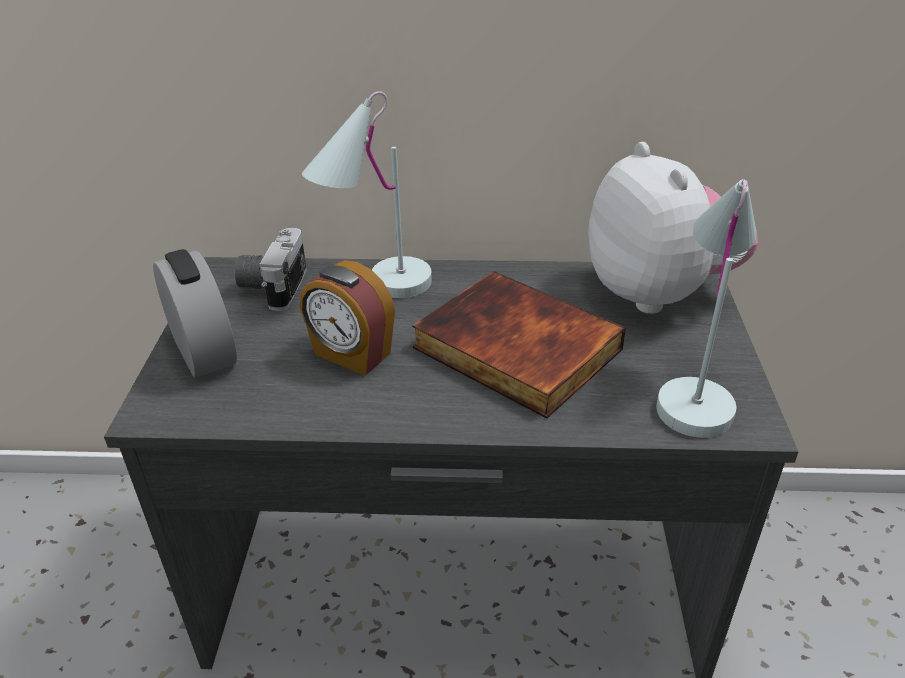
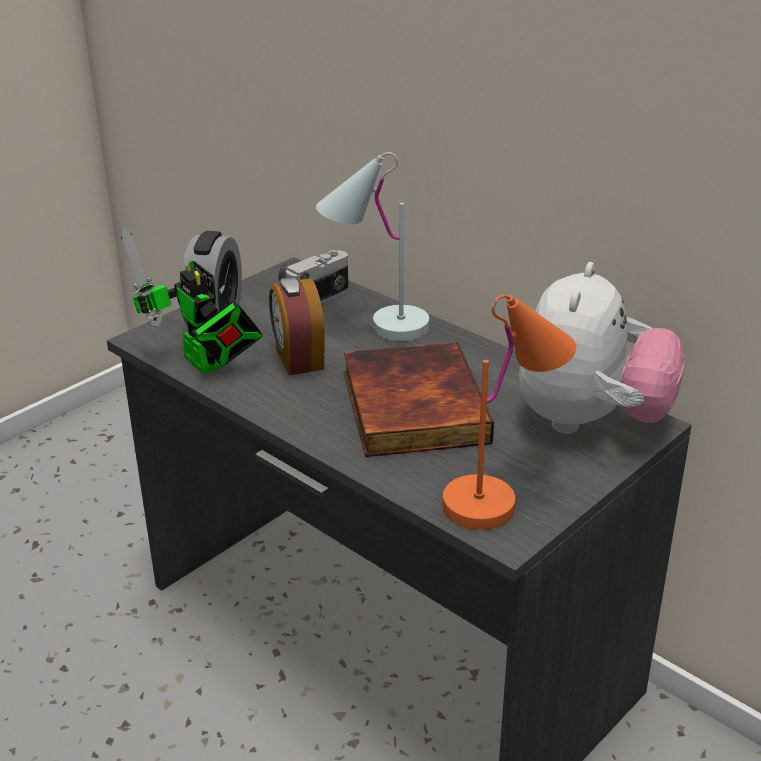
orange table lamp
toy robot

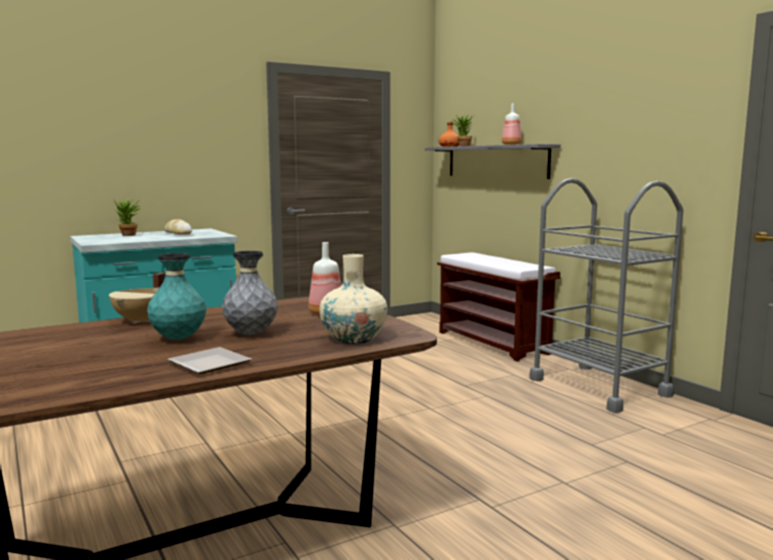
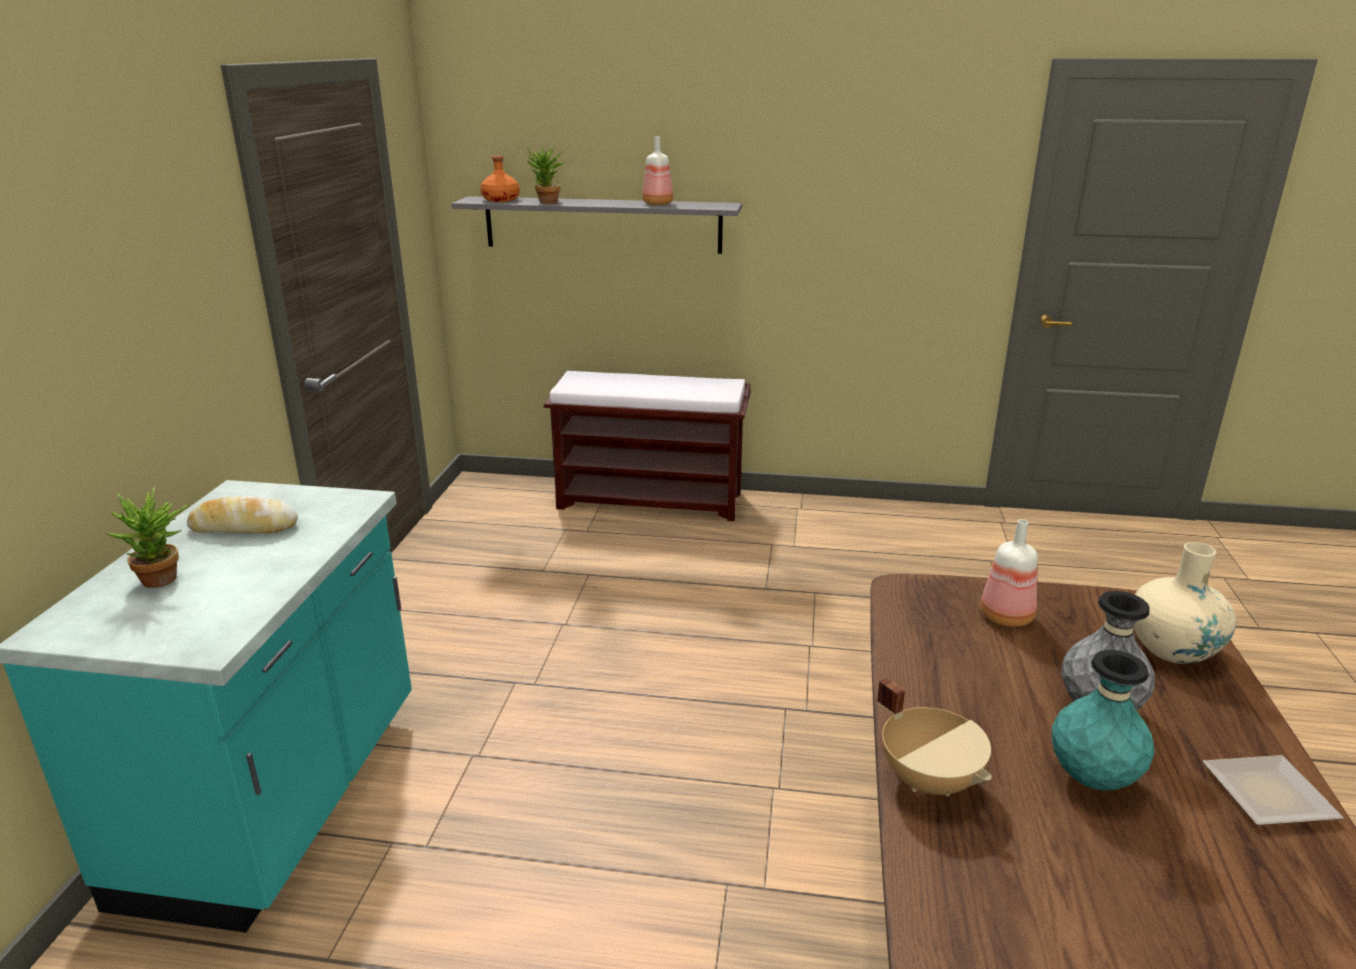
grey cart

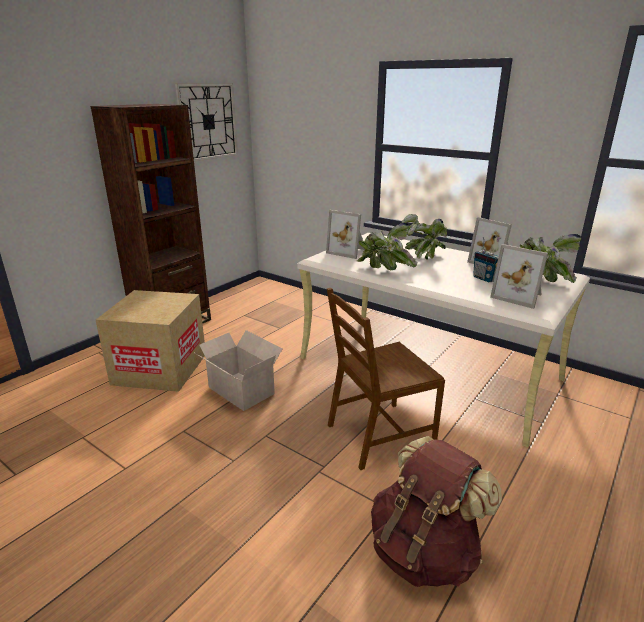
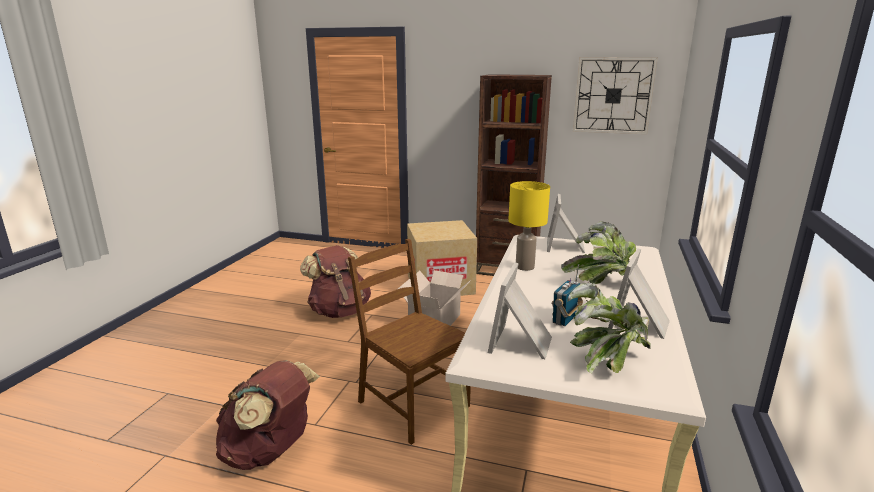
yellow table lamp
brown backpack (no. 2 from left)

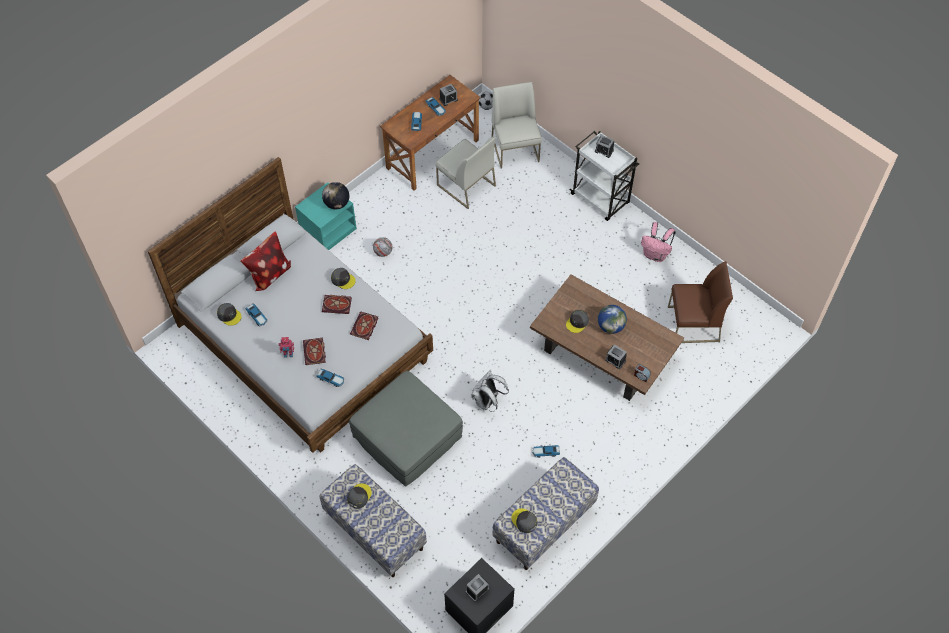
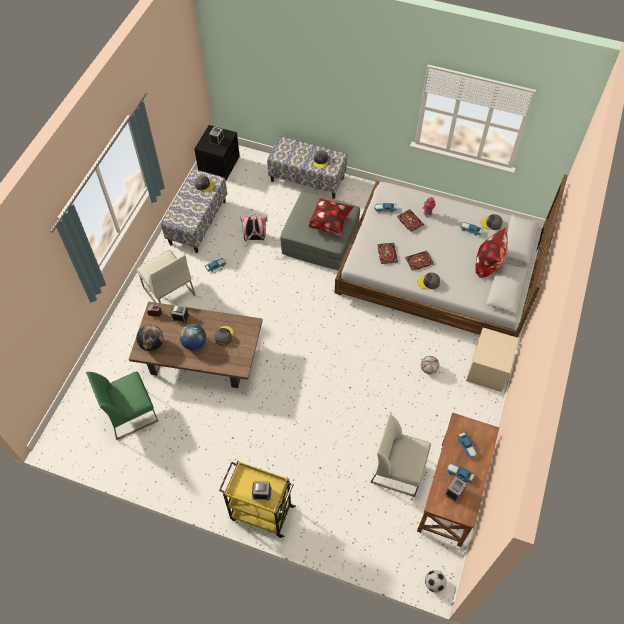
beige nightstand
globe (no. 1 from left)
white backpack
white chair (no. 1 from left)
yellow cart
pink backpack
green chair
pillow (no. 1 from left)

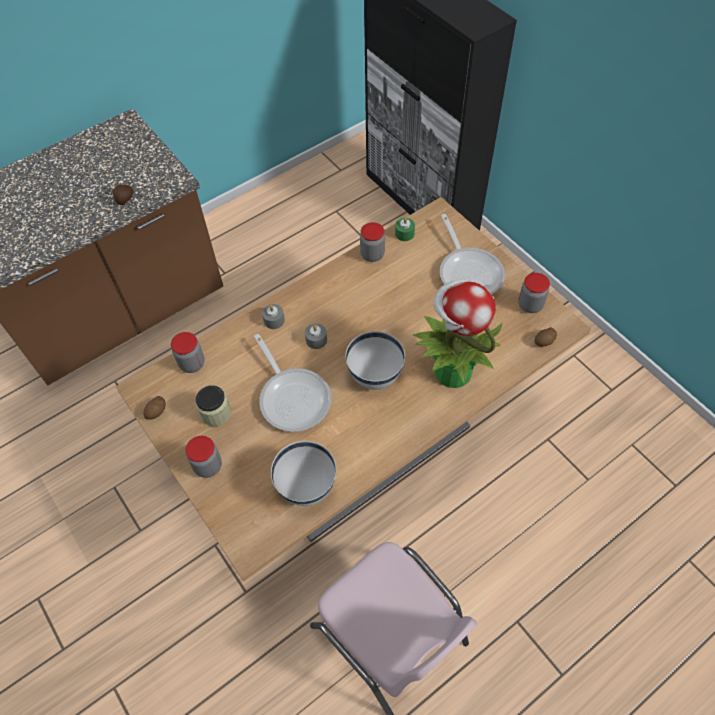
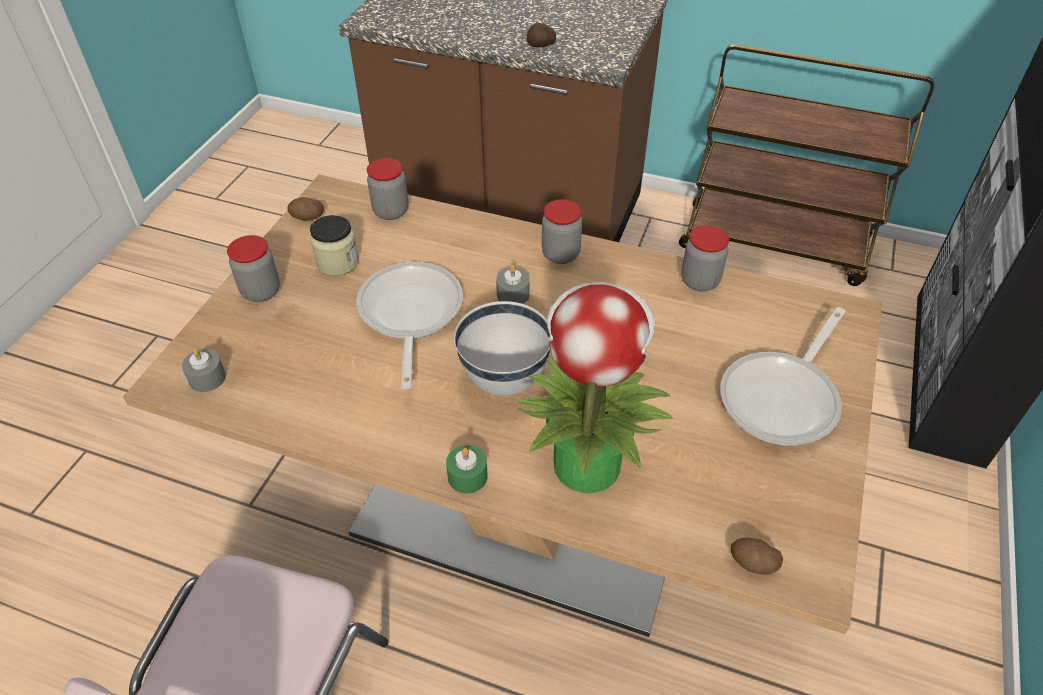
frying pan (no. 1 from left)
grey candle (no. 1 from left)
white bowl (no. 1 from left in the first image)
green candle
jar (no. 4 from left)
brown cart

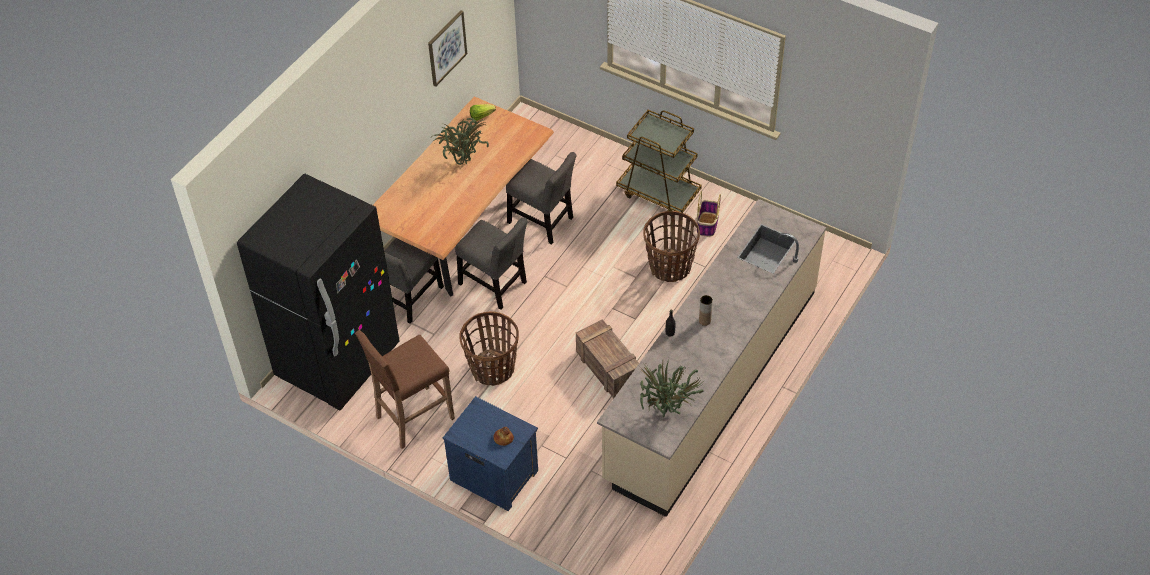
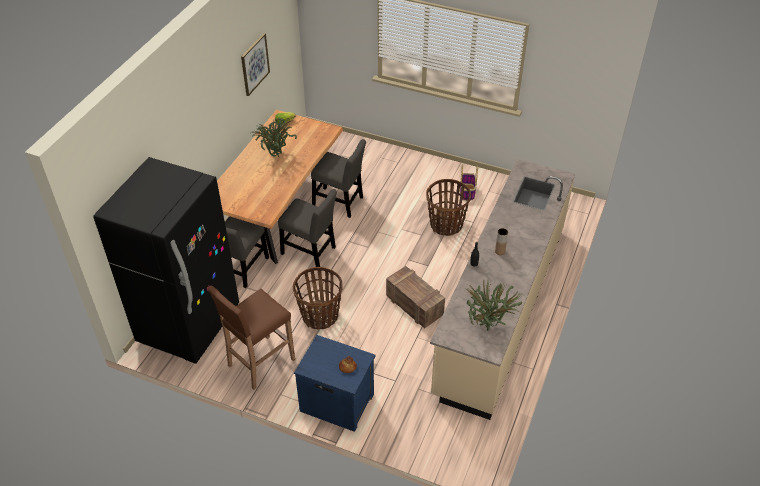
brown cart

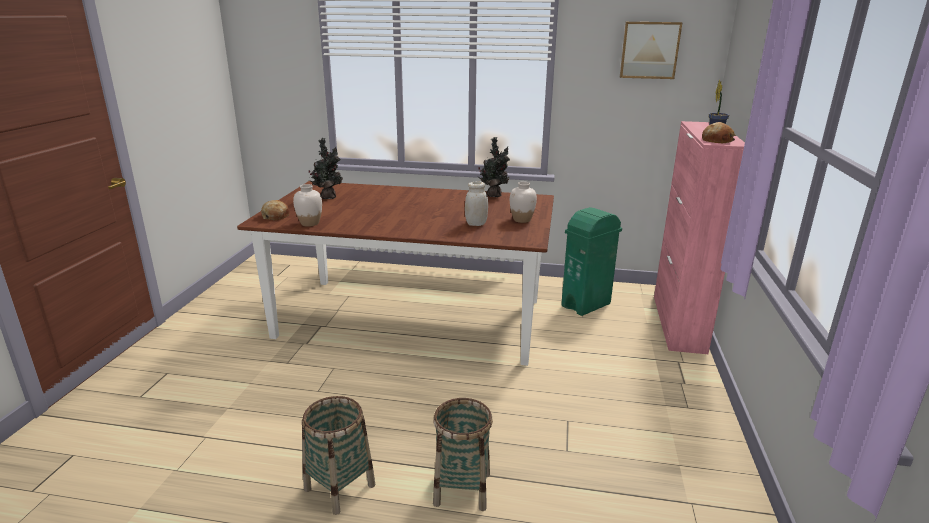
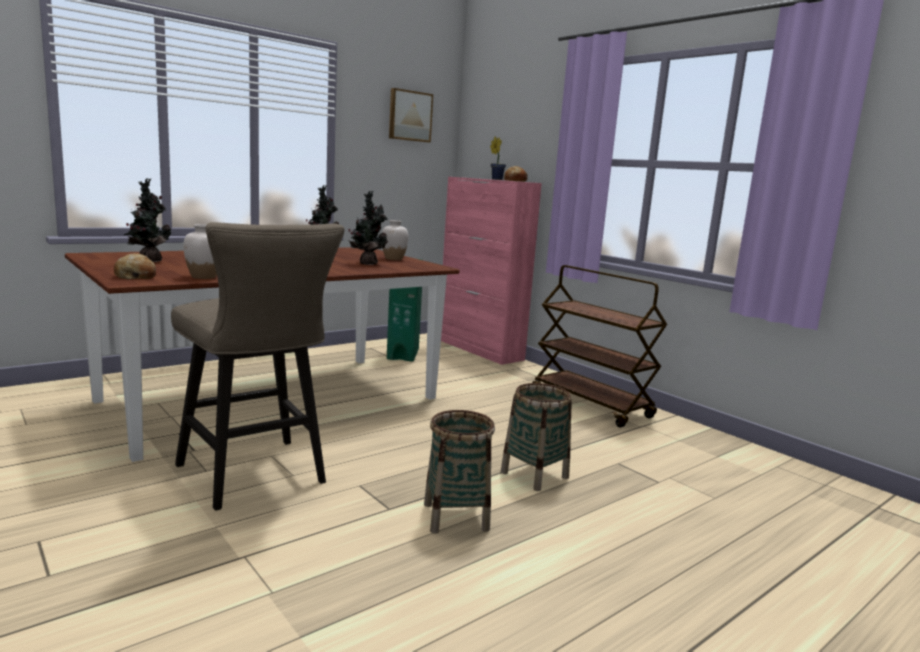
potted plant (no. 3 from left)
beige stool
brown cart

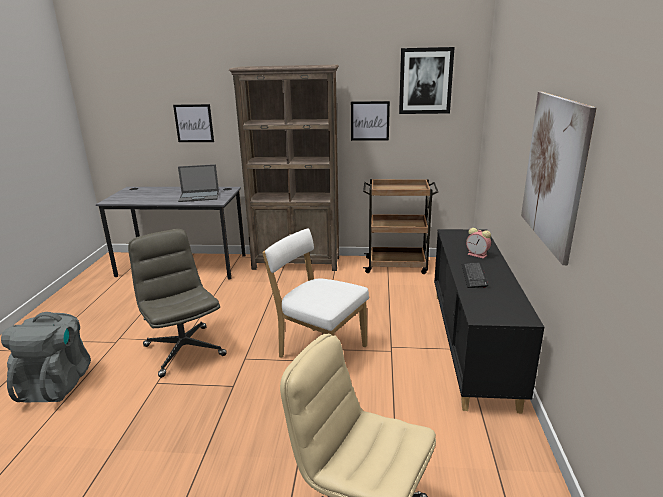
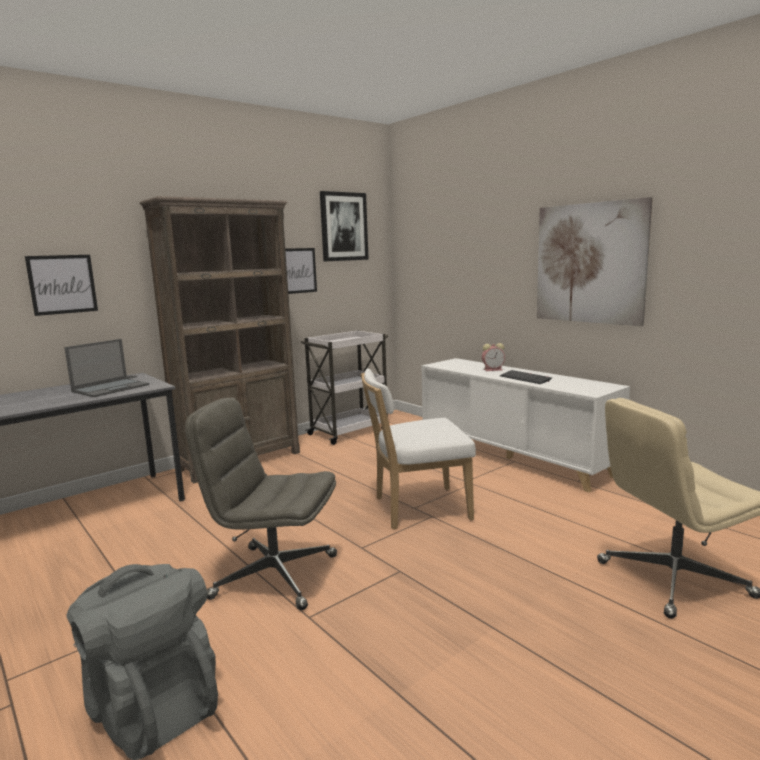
white cart
white cabinet

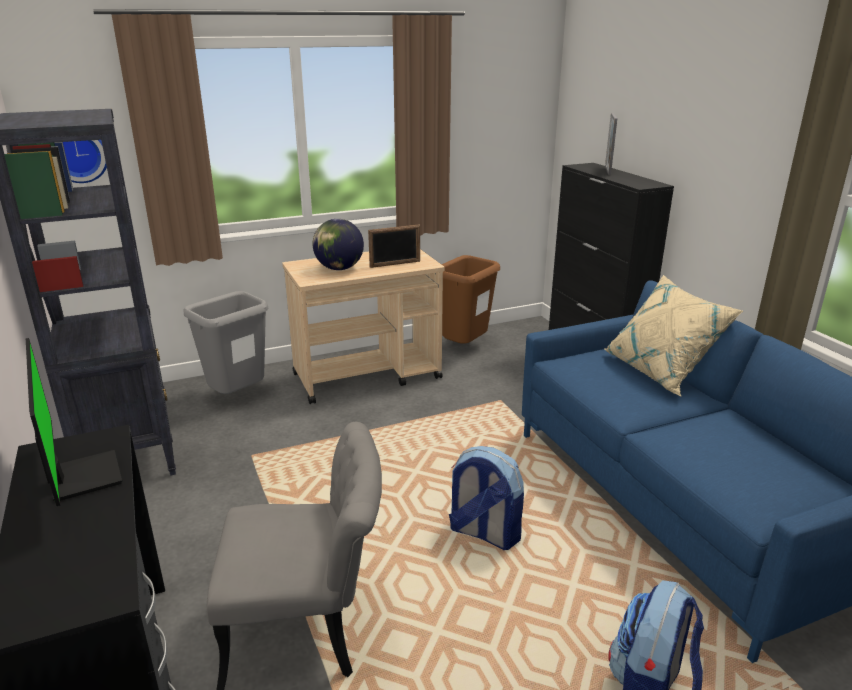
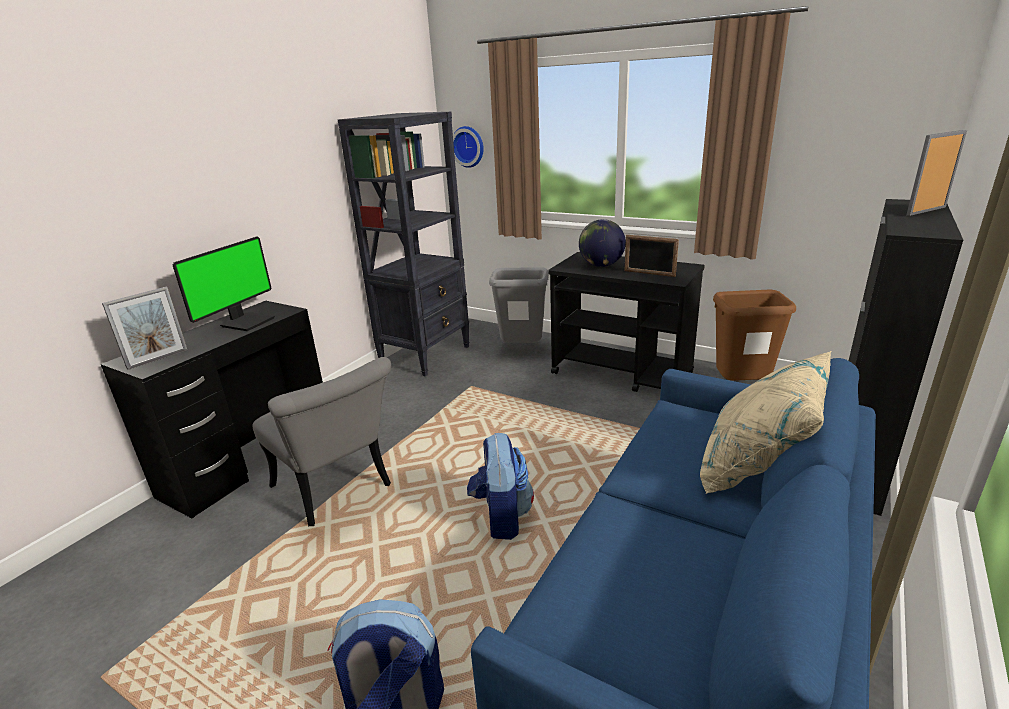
black cart
picture frame (no. 1 from left)

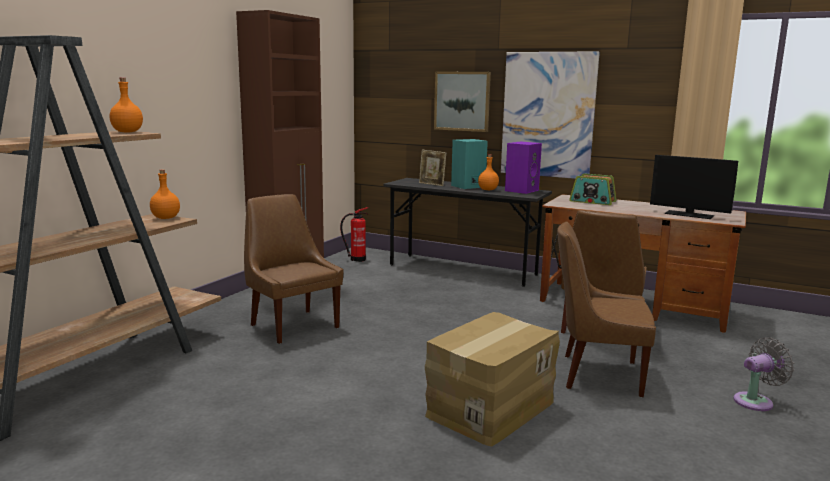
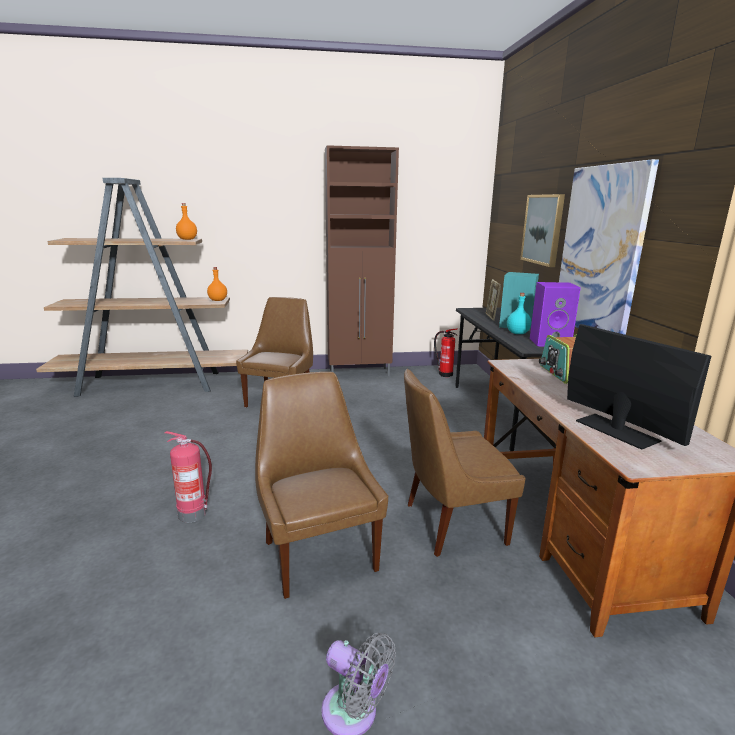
fire extinguisher (no. 1 from left)
turquoise bottle
monitor

